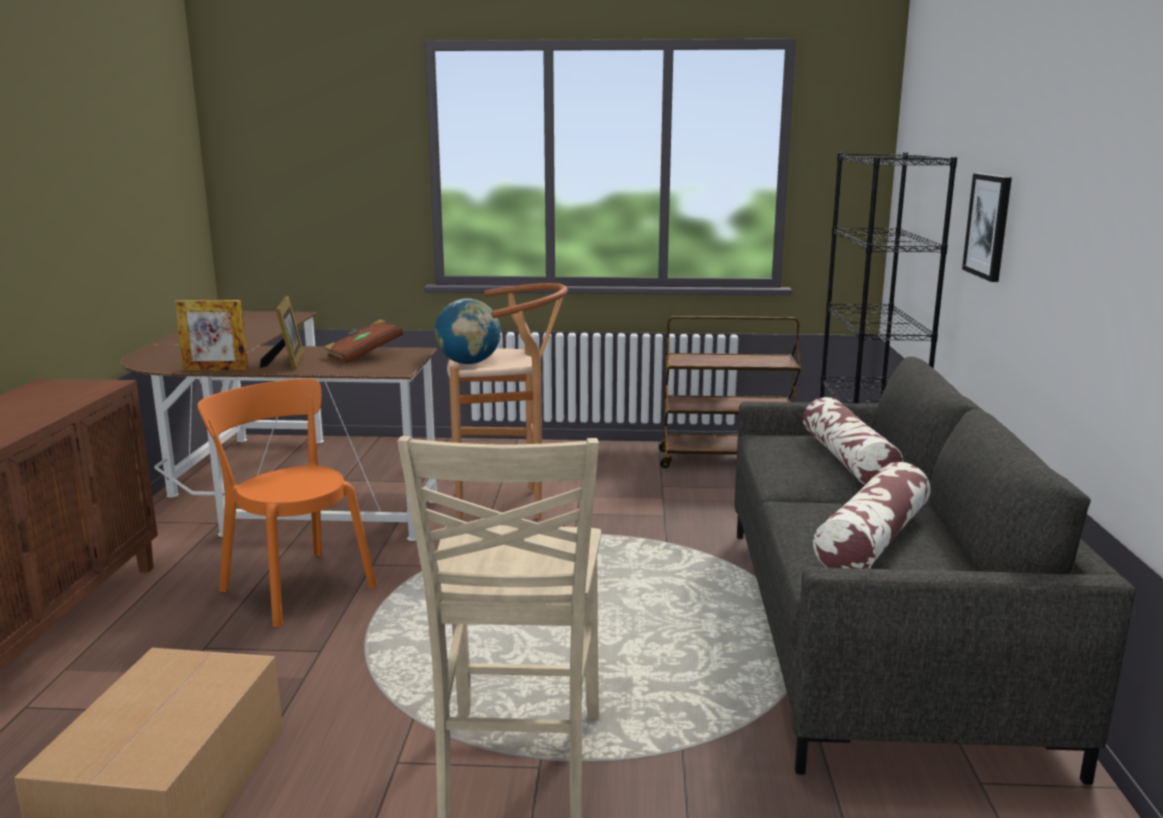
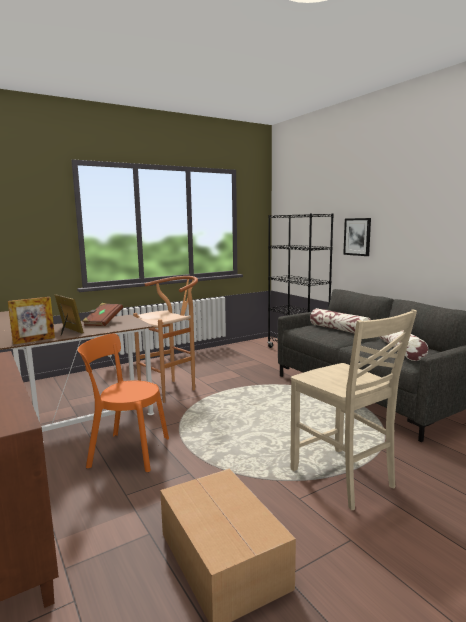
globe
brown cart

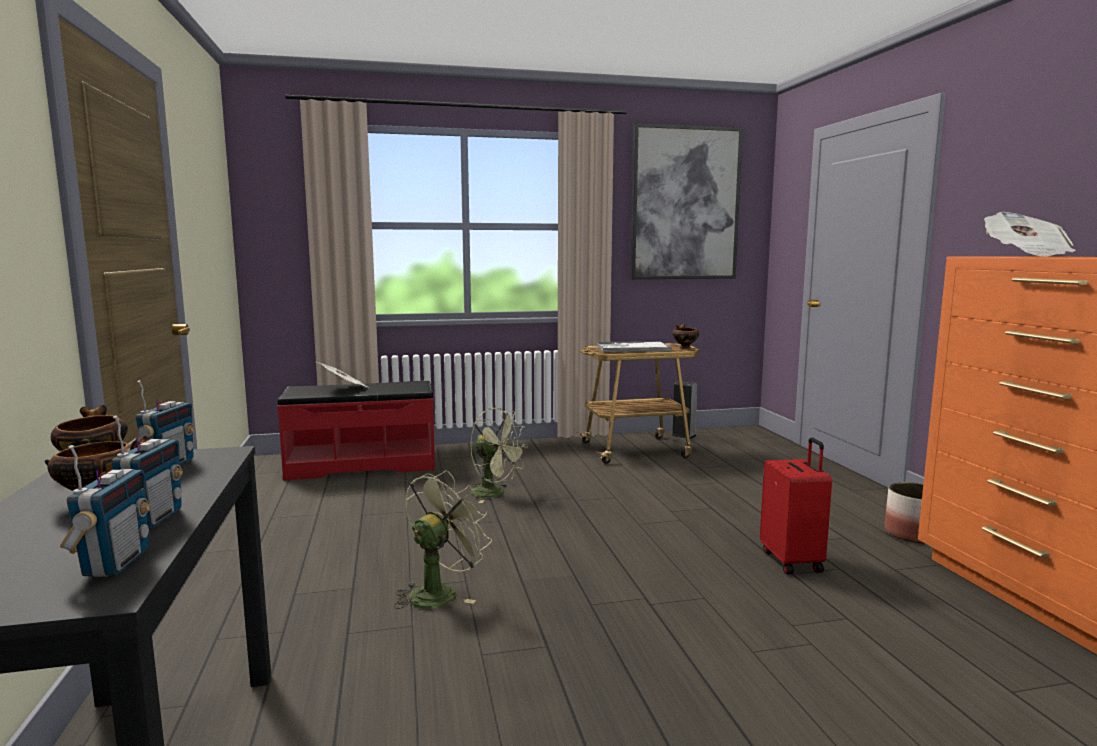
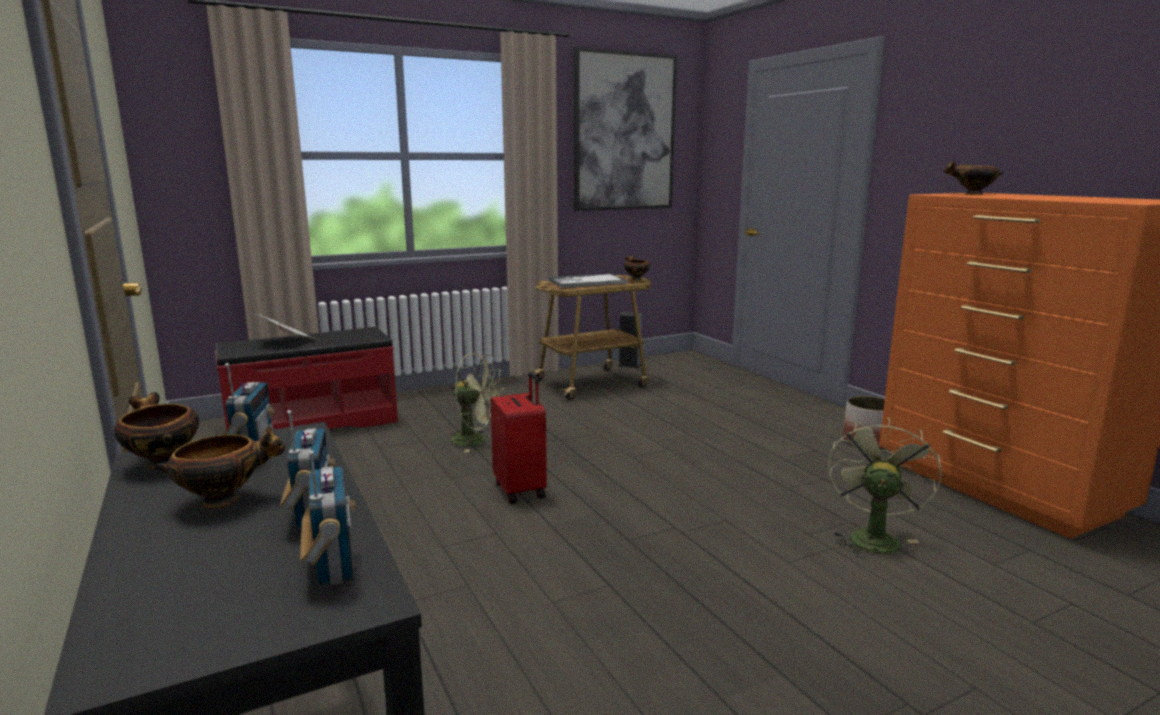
green fan (no. 2 from left)
red suitcase
bowl (no. 4 from left)

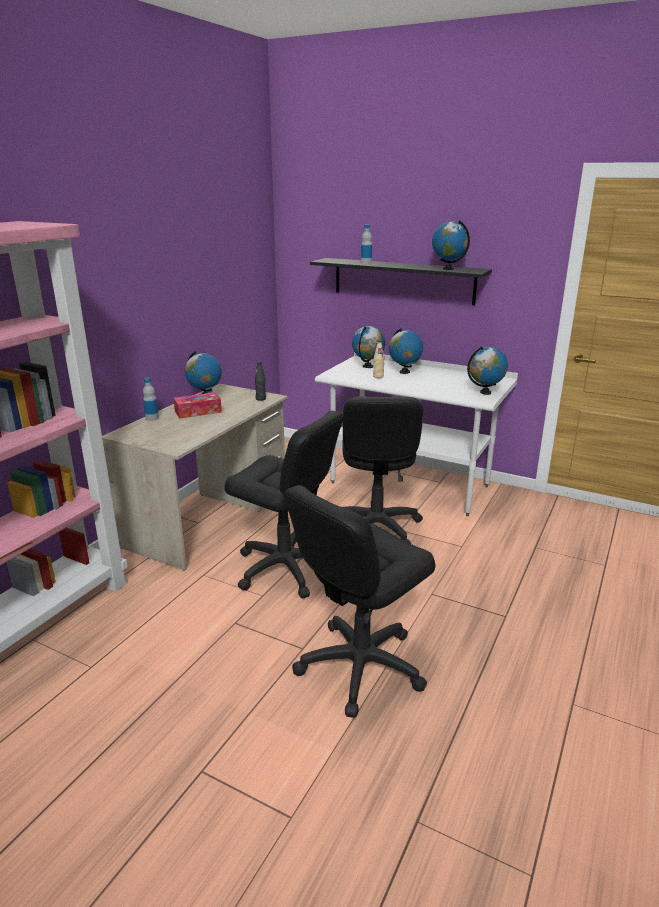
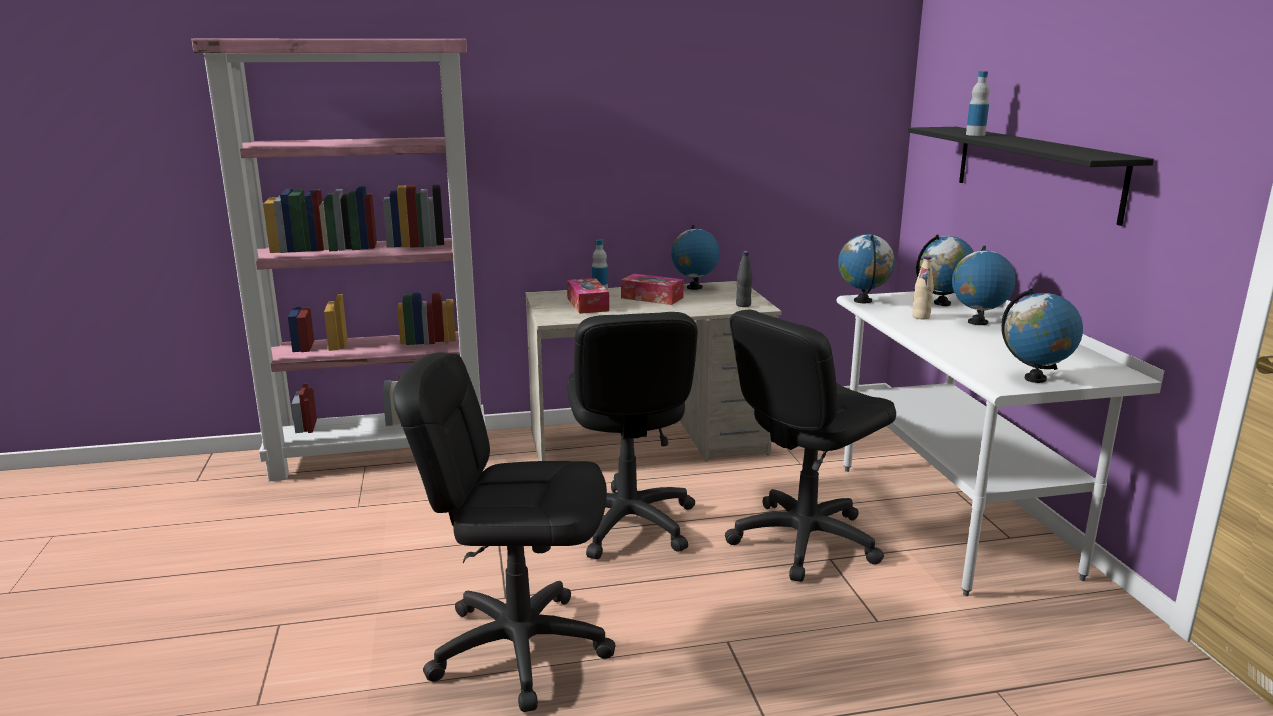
globe (no. 2 from left)
tissue box (no. 1 from left)

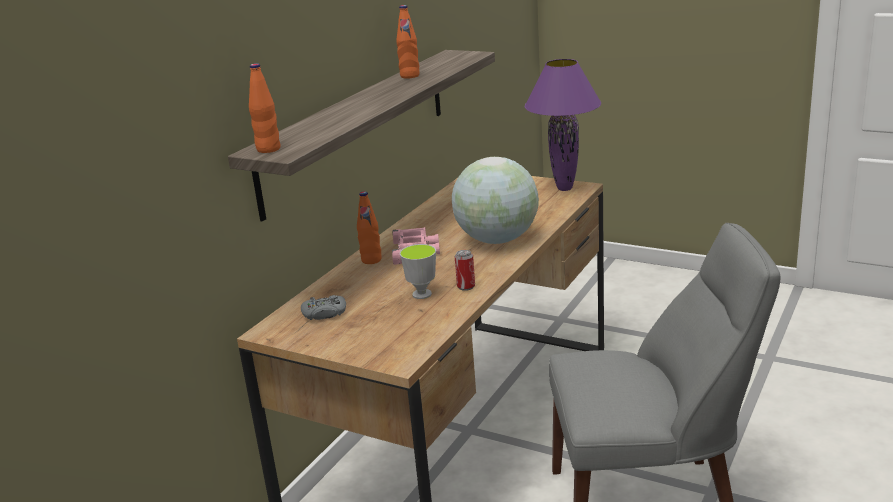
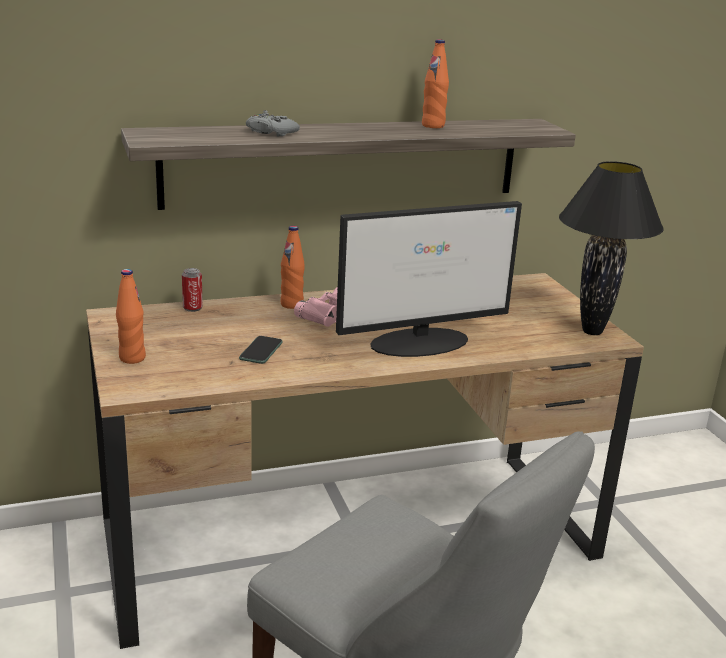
orange bottle (no. 1 from left)
grey game controller
phone
monitor
can
black table lamp

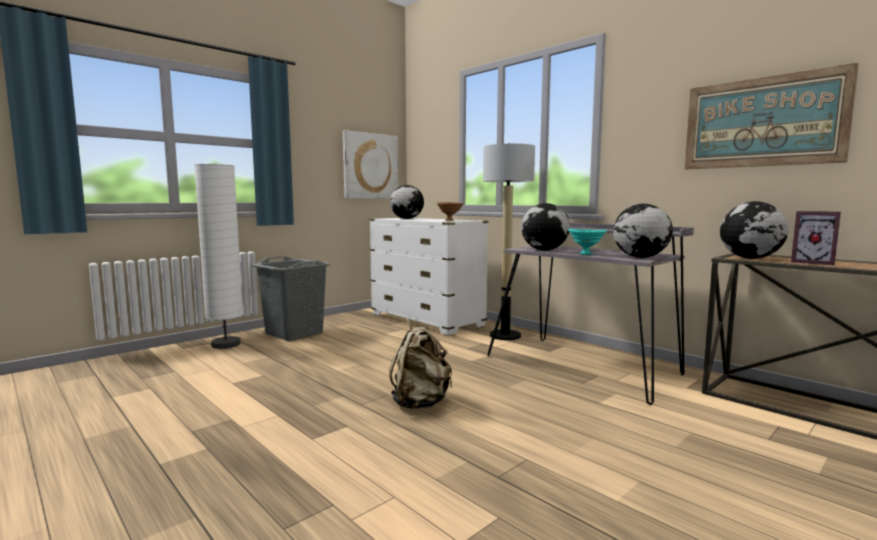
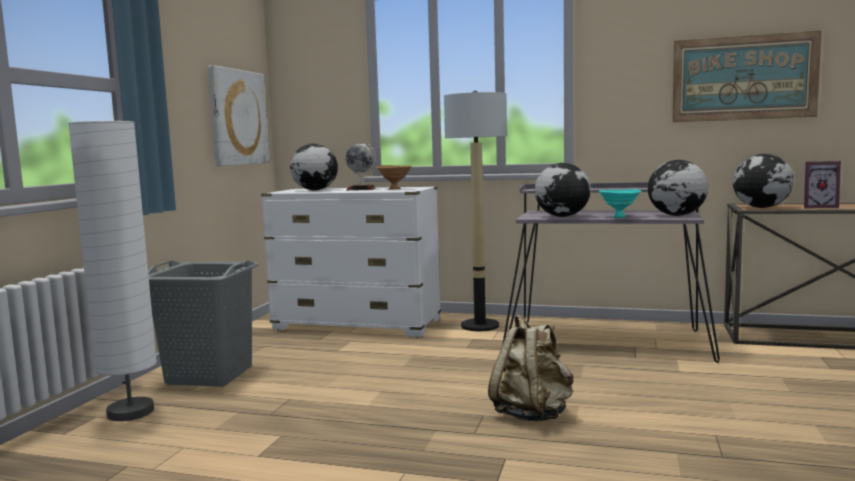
globe (no. 2 from left)

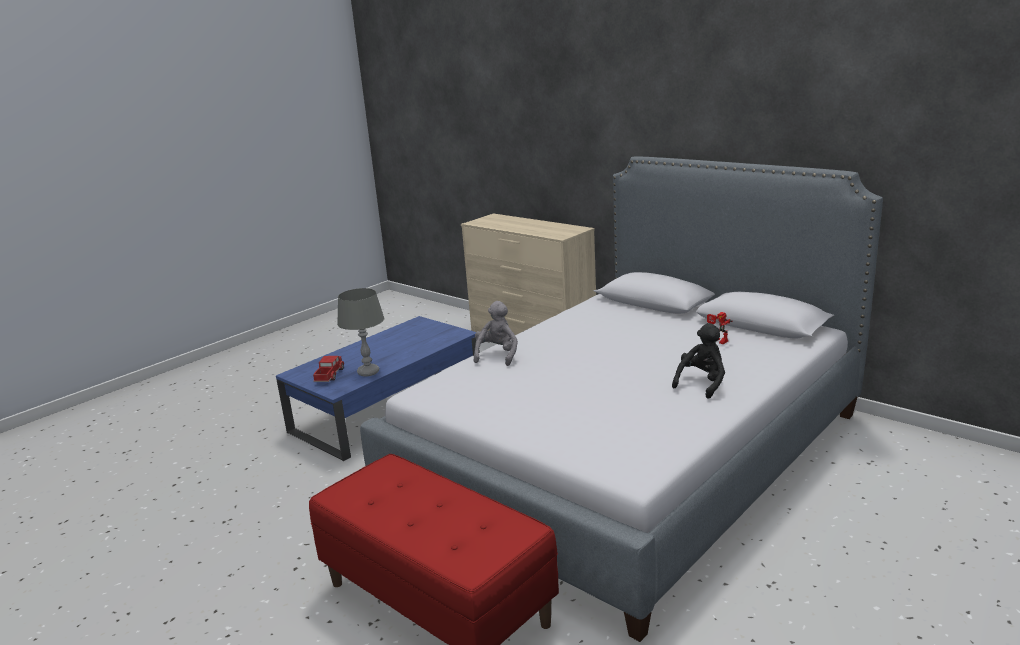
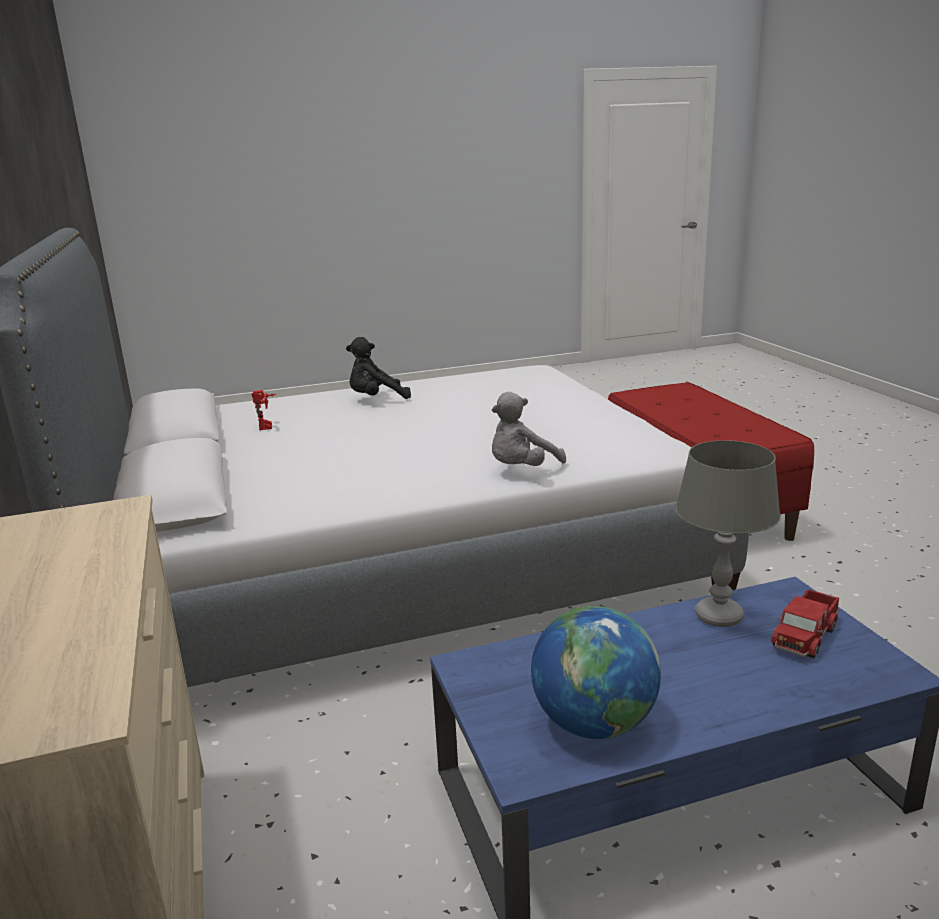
globe

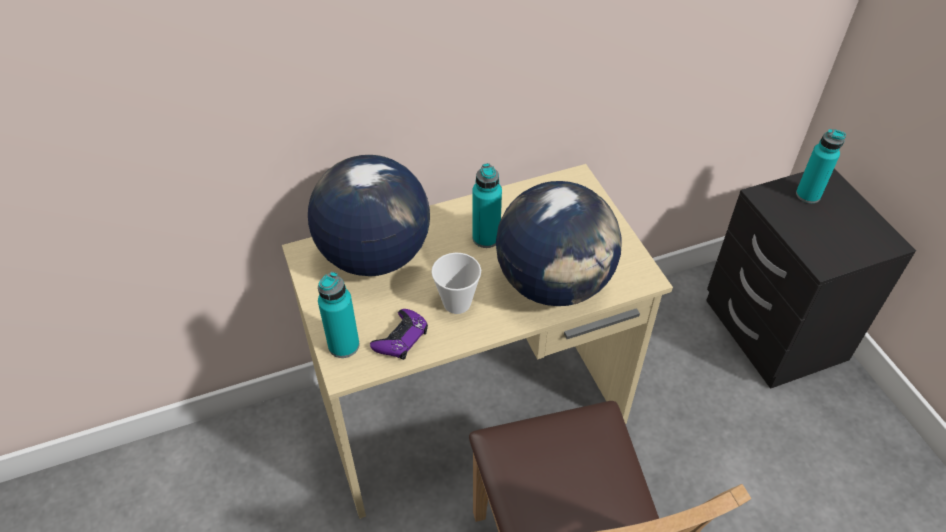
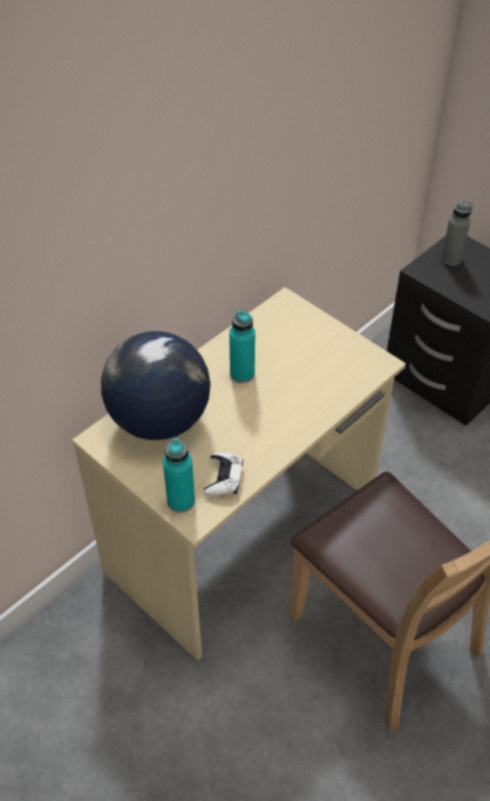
white game controller
cup
globe (no. 2 from left in the first image)
grey bottle

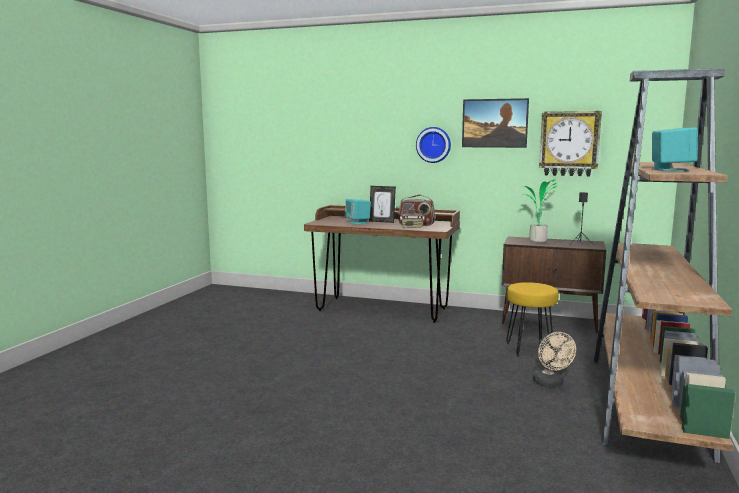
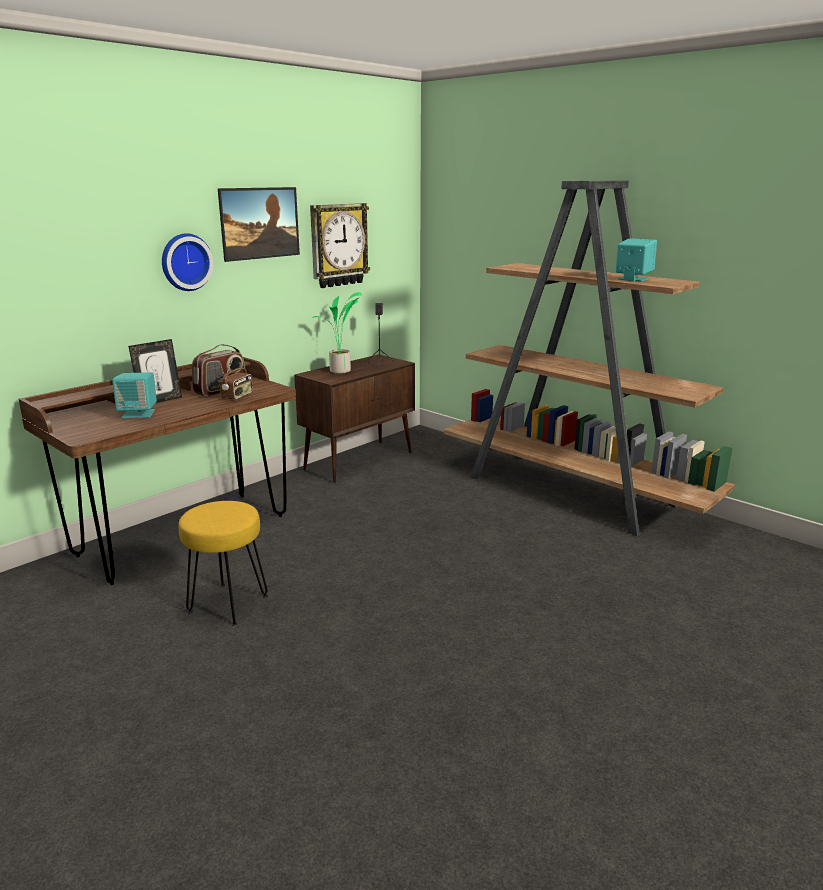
yellow stool
beige fan

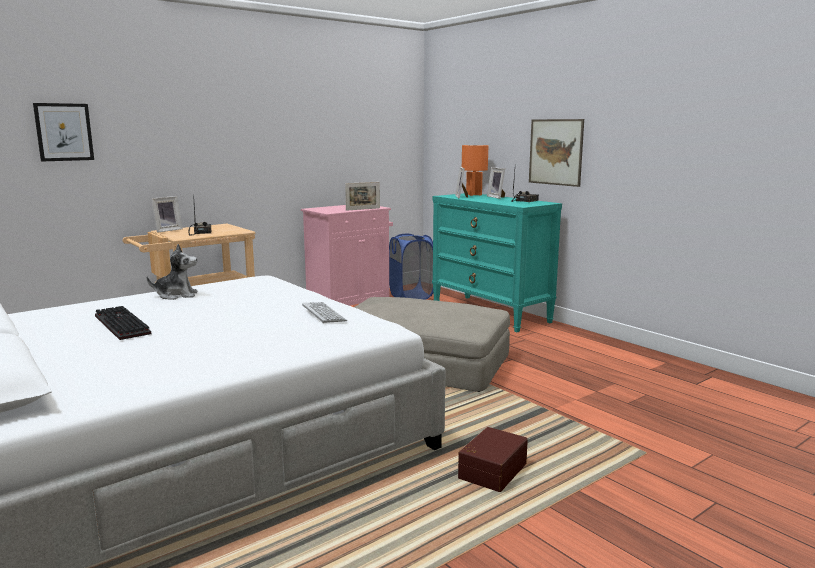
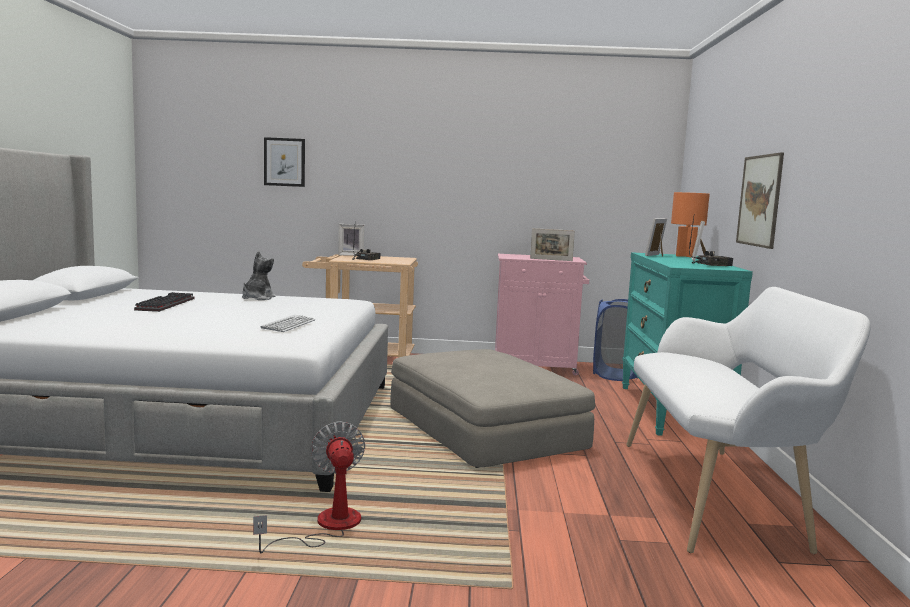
plush toy
fan
white bench

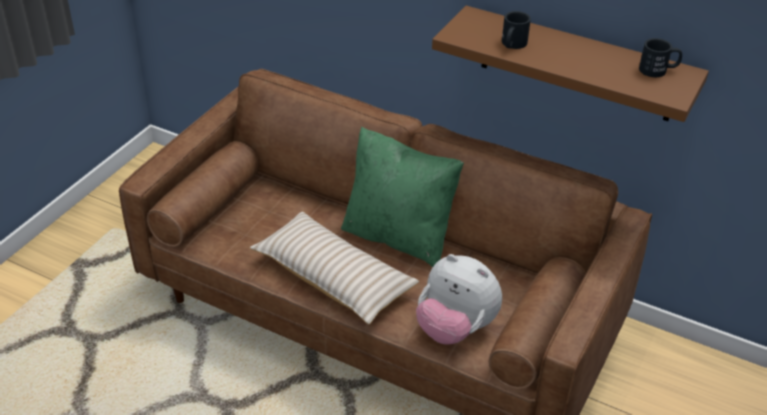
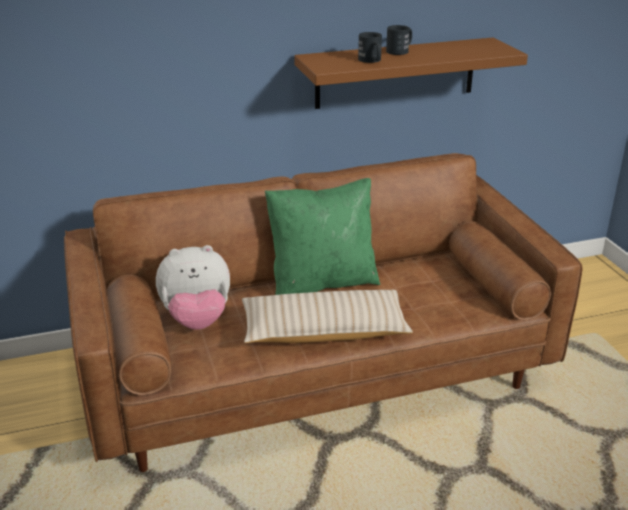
plush toy
black mug (no. 2 from left)

